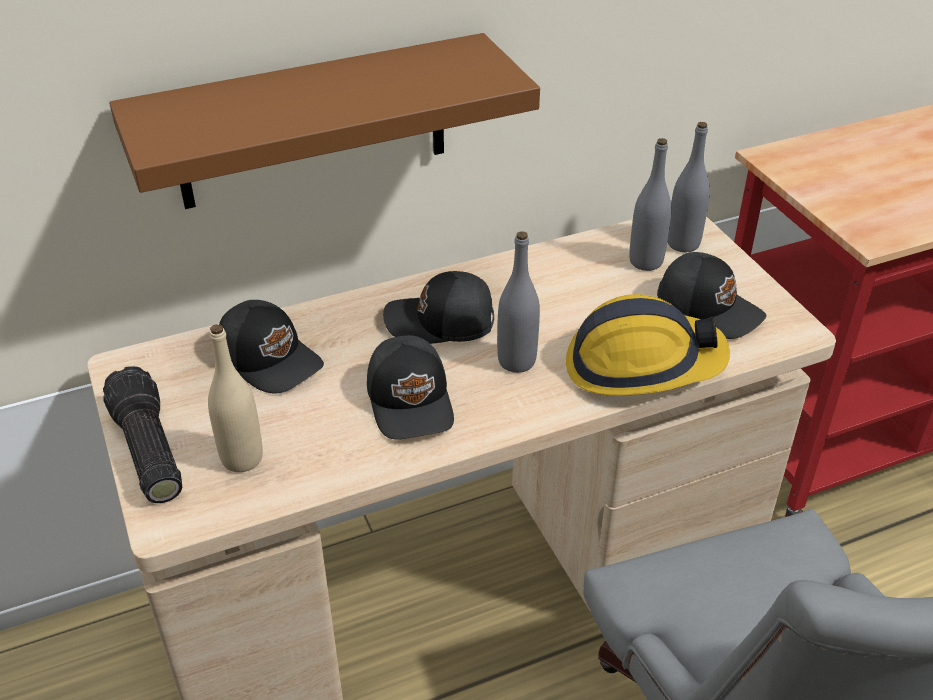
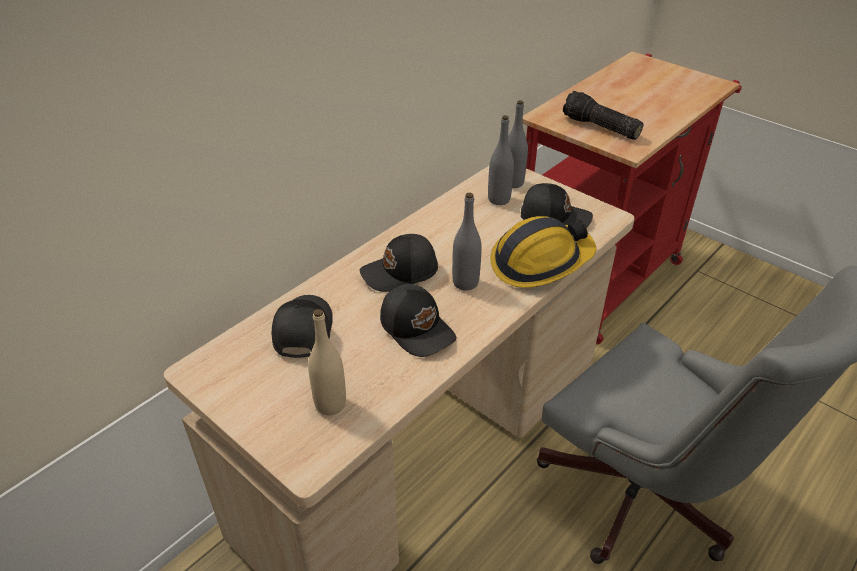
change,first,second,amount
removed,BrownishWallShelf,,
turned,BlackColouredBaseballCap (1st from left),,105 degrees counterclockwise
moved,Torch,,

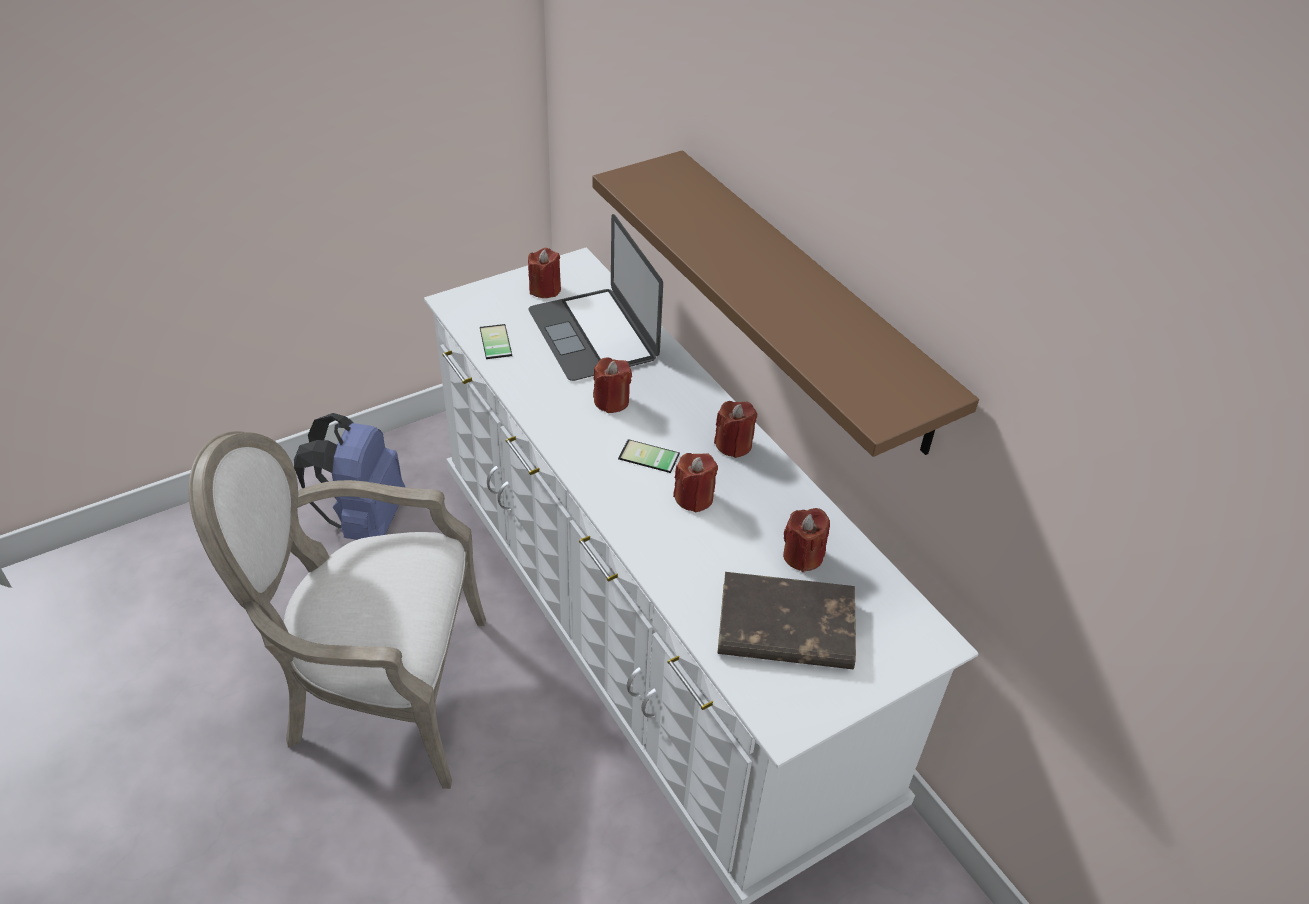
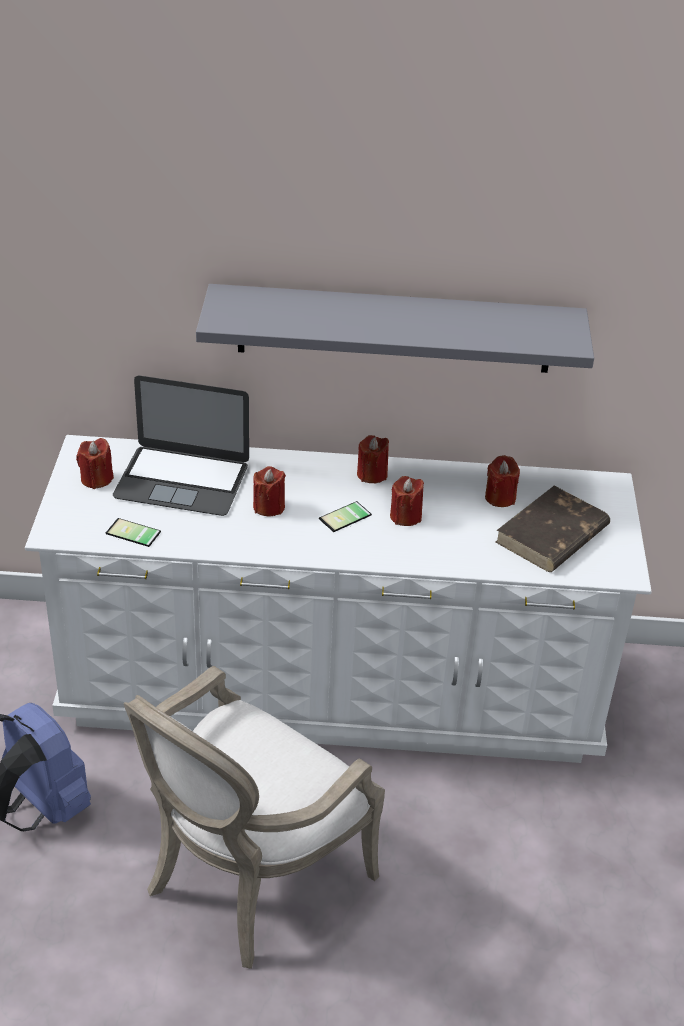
change,first,second,amount
recoloured,BrownishWallShelf,GreyishWallShelf,

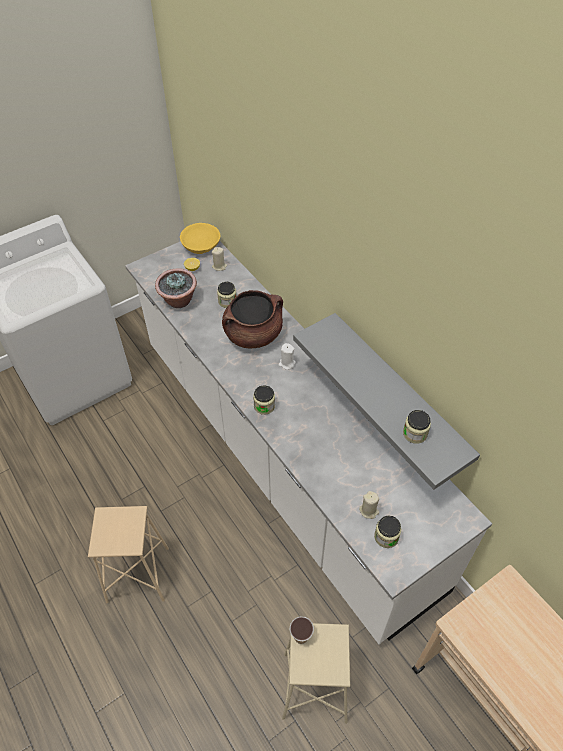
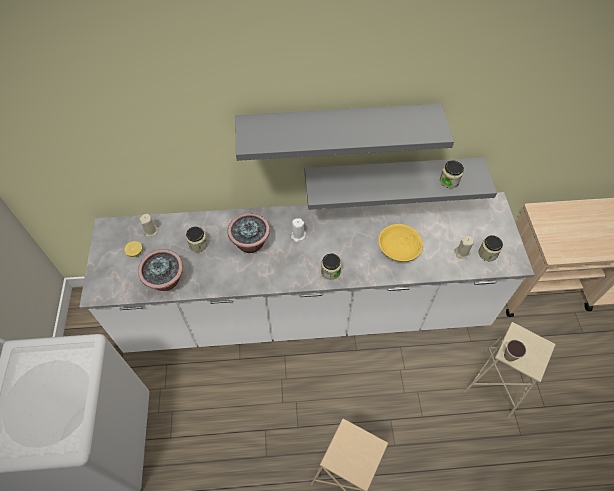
change,first,second,amount
moved,YellowBowl,,
replaced,BrownishSaucepot,PlantInAPot (2nd from left),
added,,GreyishWallShelf (1st from left),

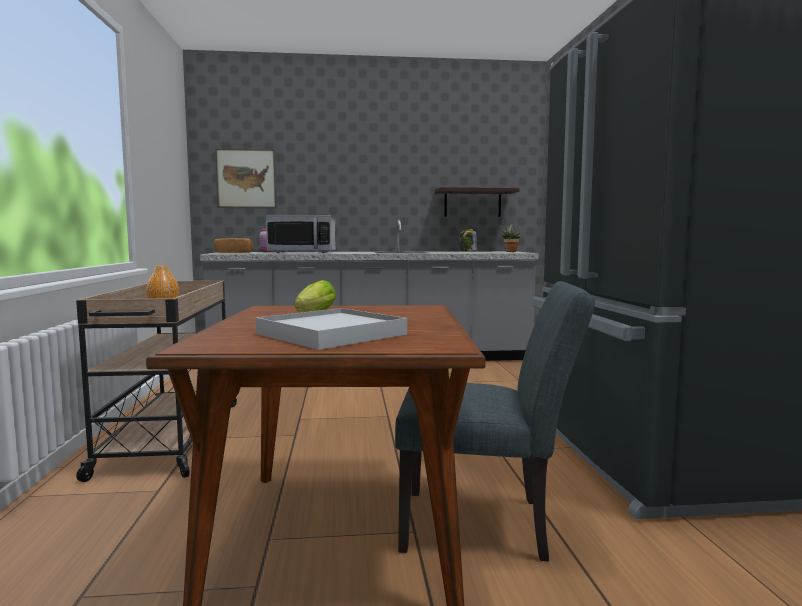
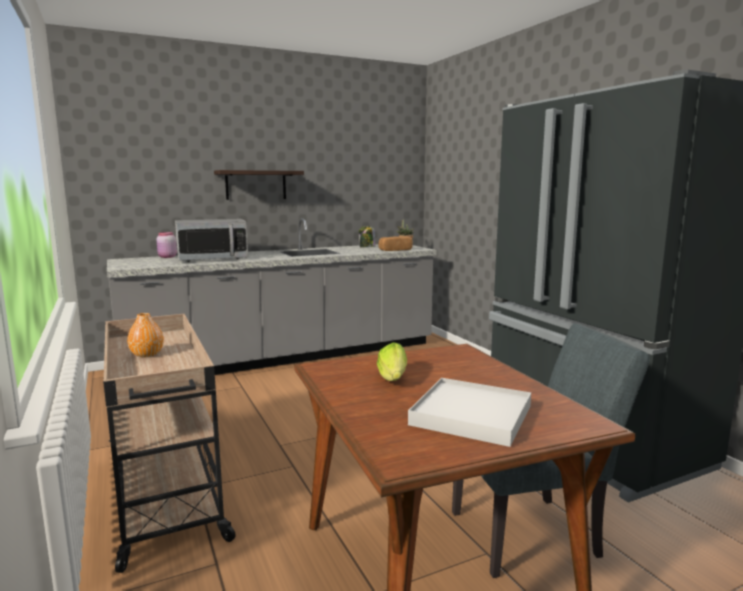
change,first,second,amount
removed,WallPicture,,
moved,WallShelf,,
moved,Bread,,

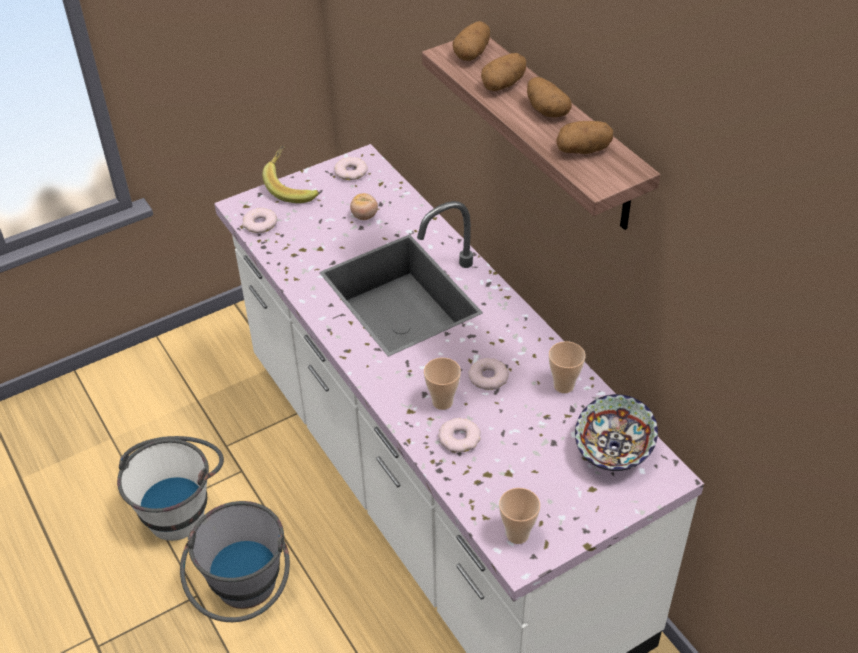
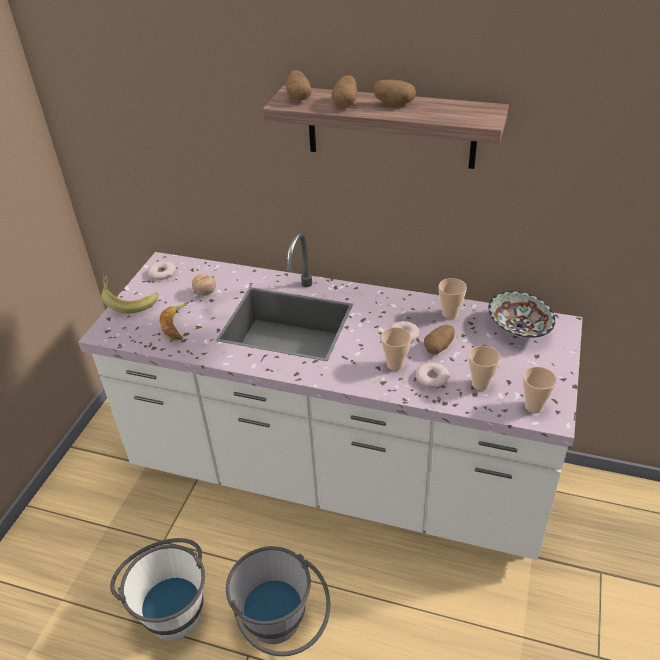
change,first,second,amount
moved,WholePotato (4th from left),,
removed,Donut (1st from left),,
added,,WholeBanana (2nd from left),
added,,Cup (3rd from left),

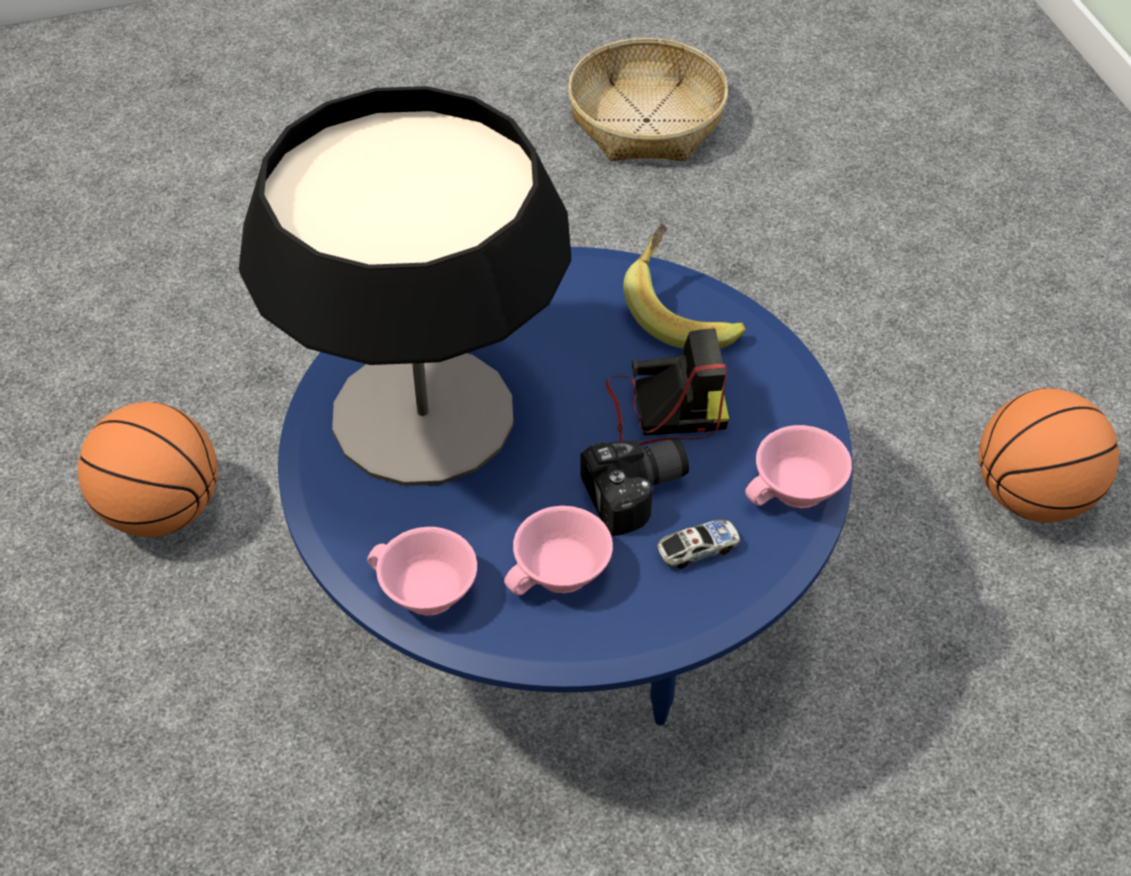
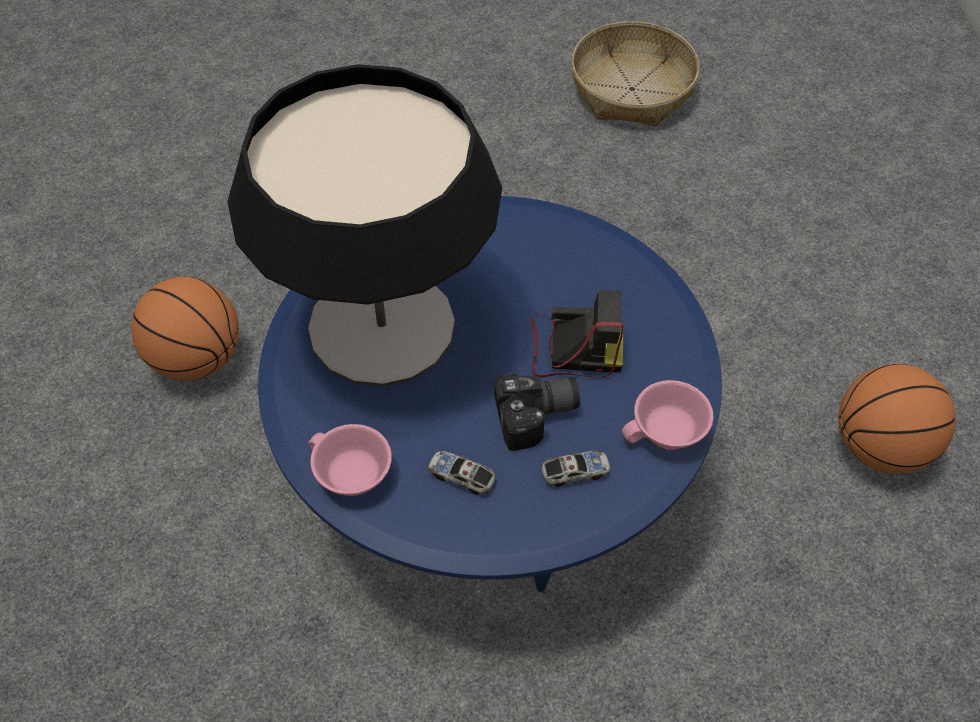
change,first,second,amount
removed,WholeBanana,,
replaced,PinkishCup (2nd from left),MiniatureCar (1st from left),

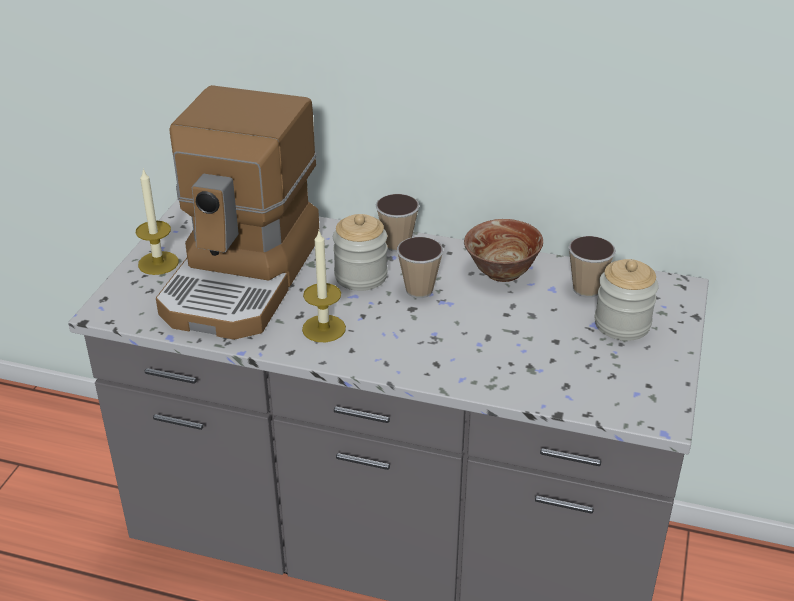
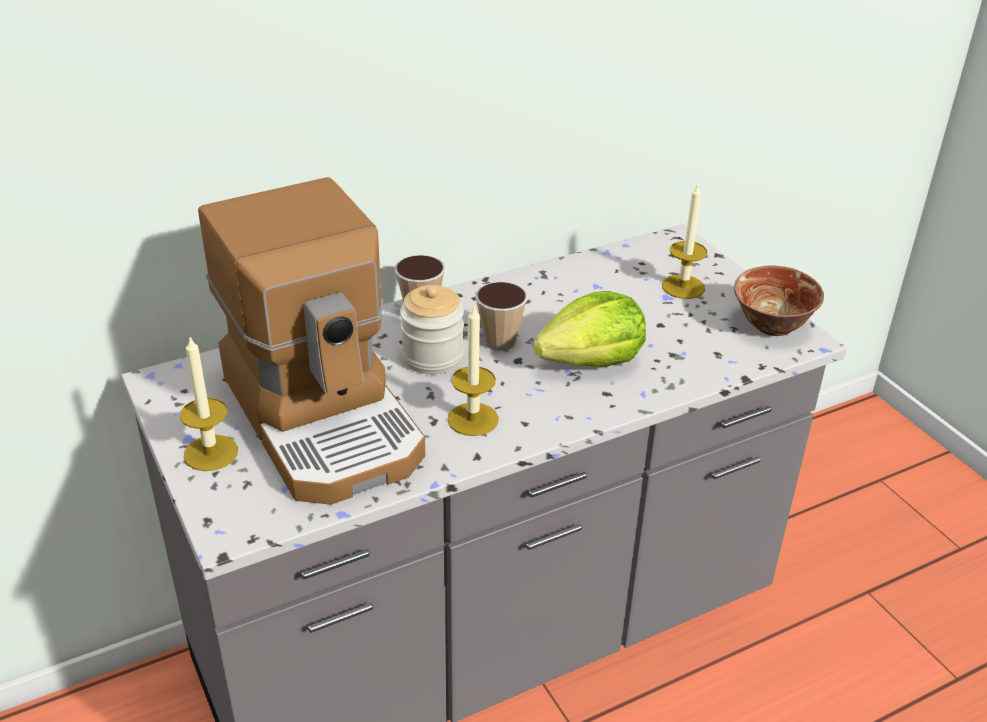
change,first,second,amount
moved,Bowl,,
removed,Cup (3rd from left),,
replaced,Jar (2nd from left),Candle (3rd from left),
added,,LettuceHead,

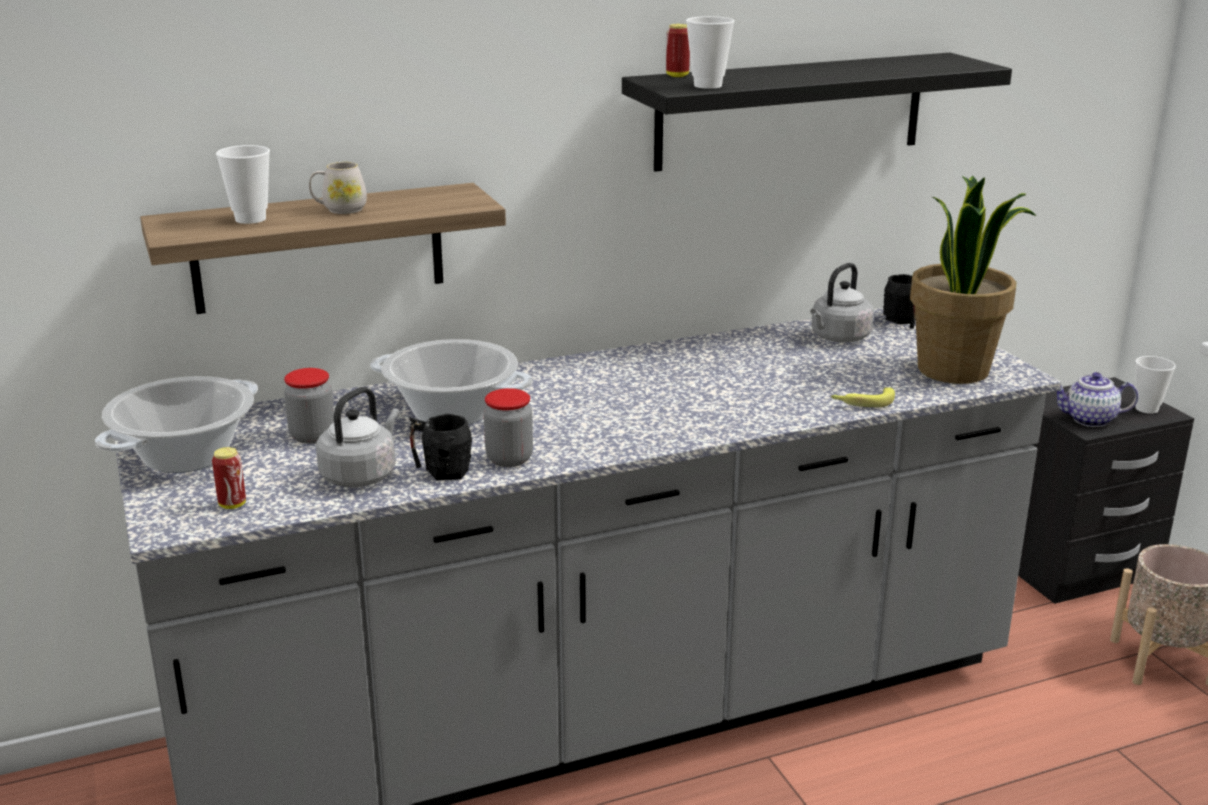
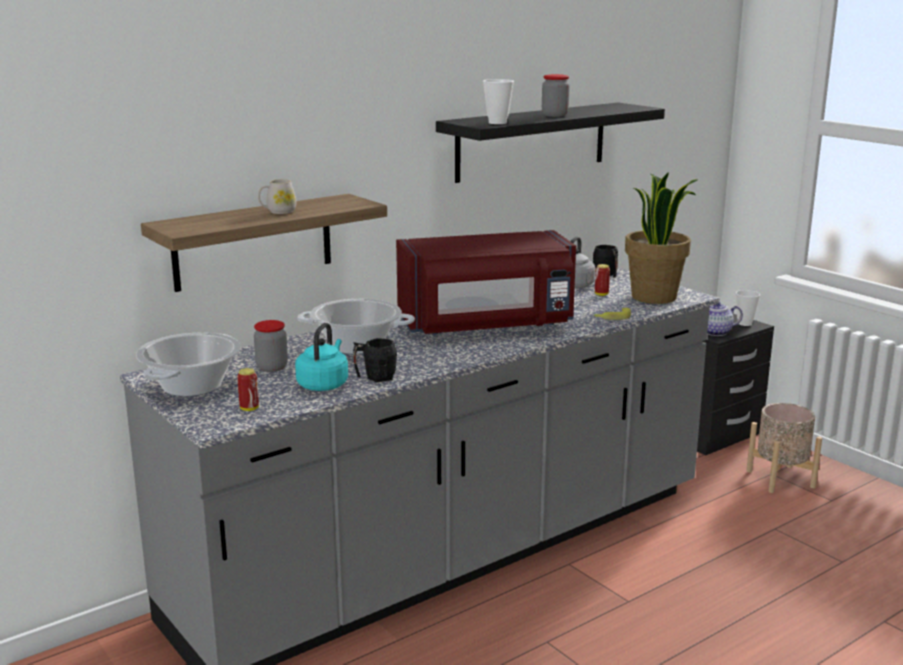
change,first,second,amount
moved,Can (2nd from left),,
removed,Cup (1st from left),,
recoloured,GreyishTeaKettle (1st from left),BlueGreenTeaKettle,
moved,Jar (2nd from left),,
added,,RedColouredMicrowave,

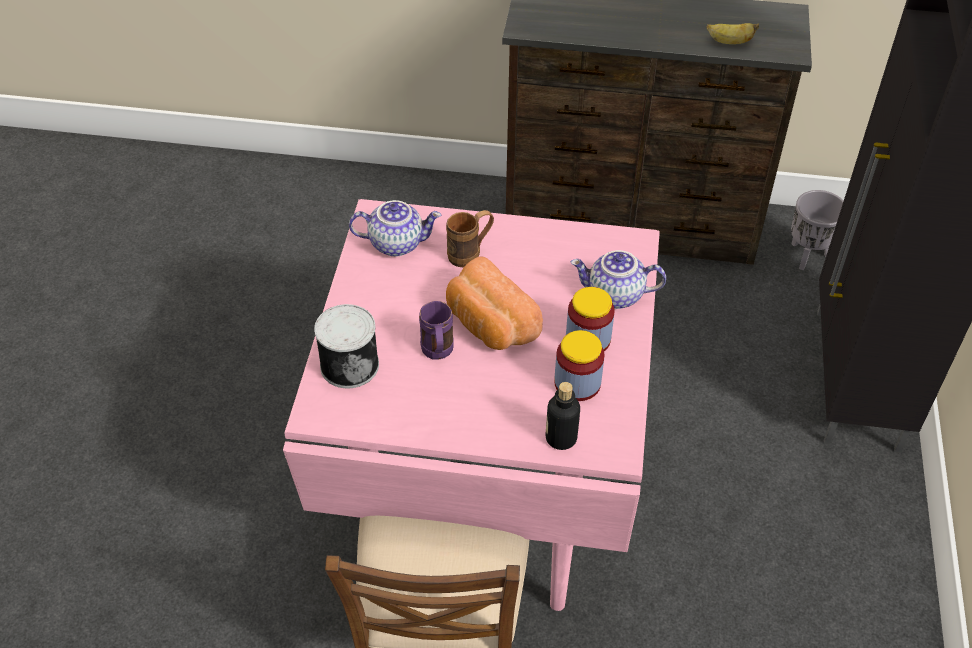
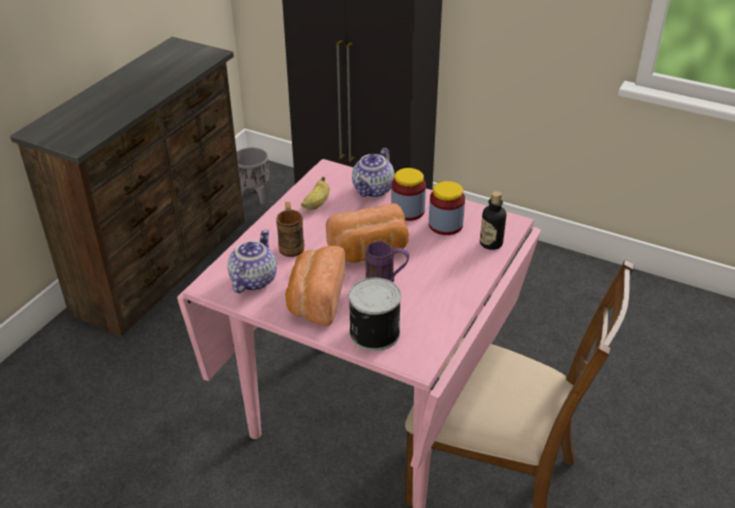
change,first,second,amount
moved,WholeBanana,,
added,,Bread (1st from left),

